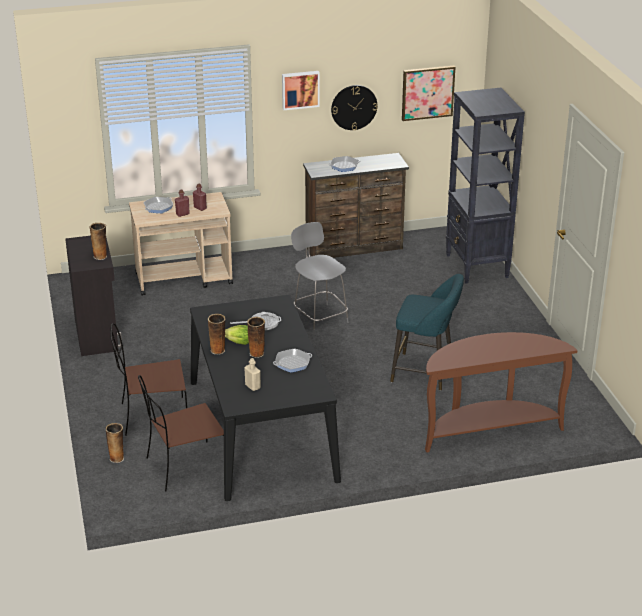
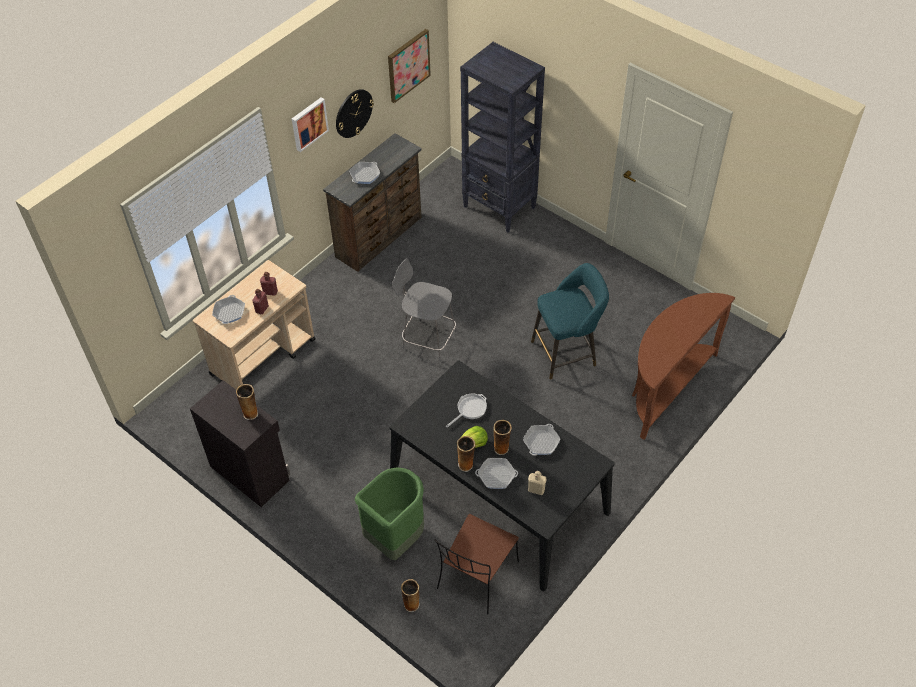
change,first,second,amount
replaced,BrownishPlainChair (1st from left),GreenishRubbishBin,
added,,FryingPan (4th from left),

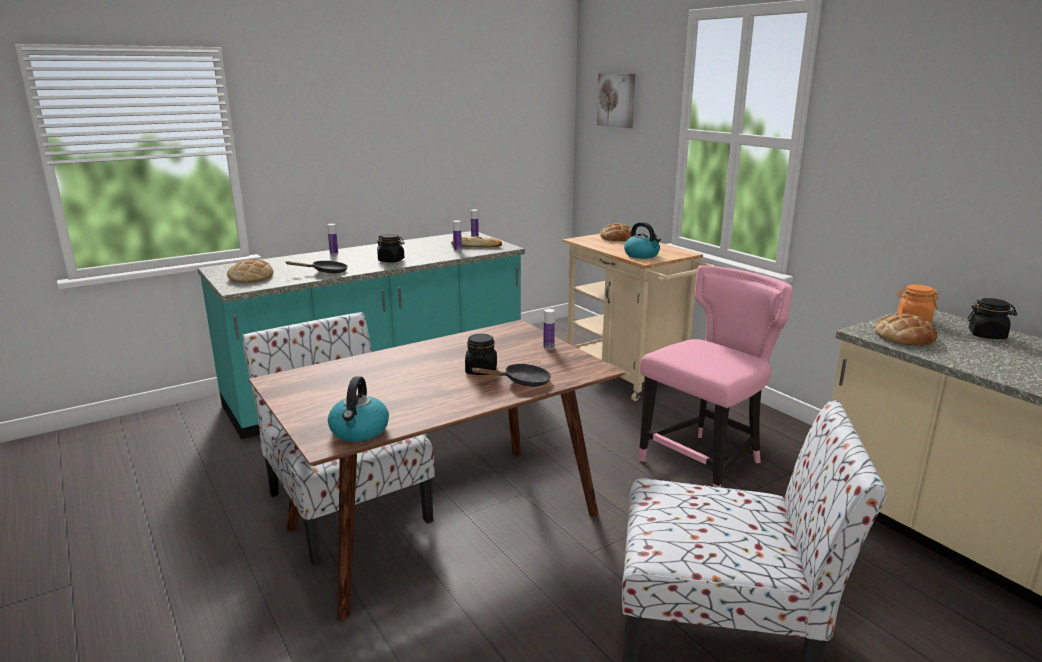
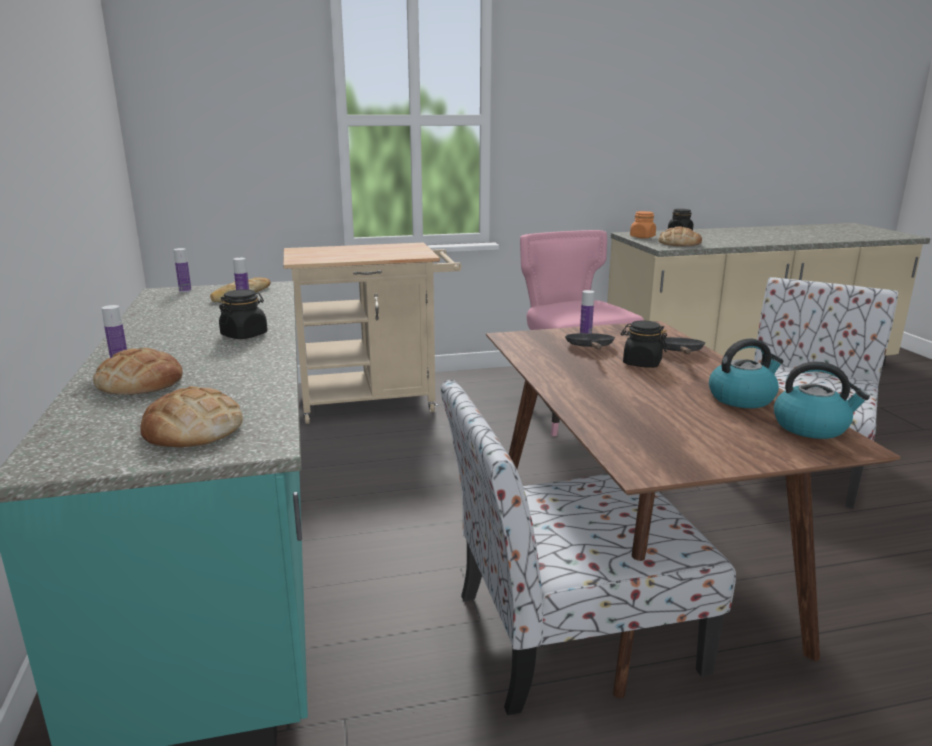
change,first,second,amount
removed,WallPicture,,
moved,TeaKettle (2nd from left in the first image),TeaKettle (1st from left),
moved,Bread (3rd from left in the first image),Bread (1st from left),
moved,BlackColouredFryingPan (1st from left),,

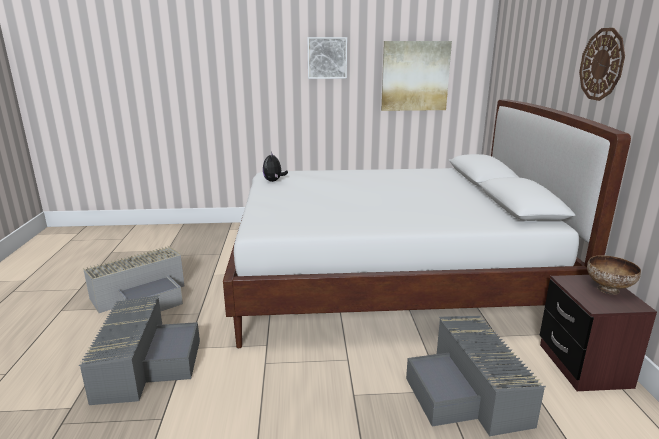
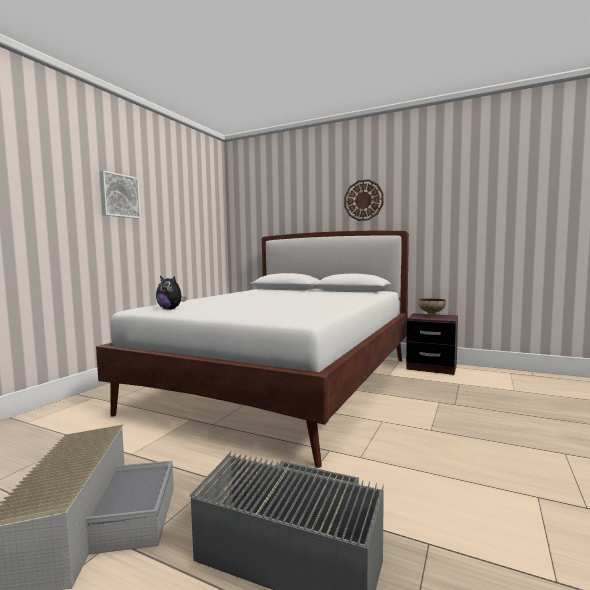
change,first,second,amount
removed,WallPicture (2nd from left),,
removed,GreyishStorageContainer (3rd from left),,

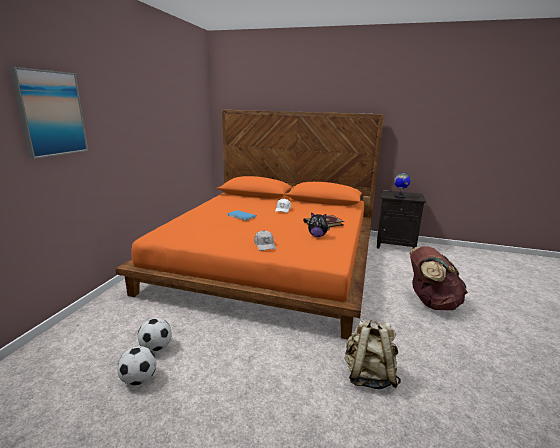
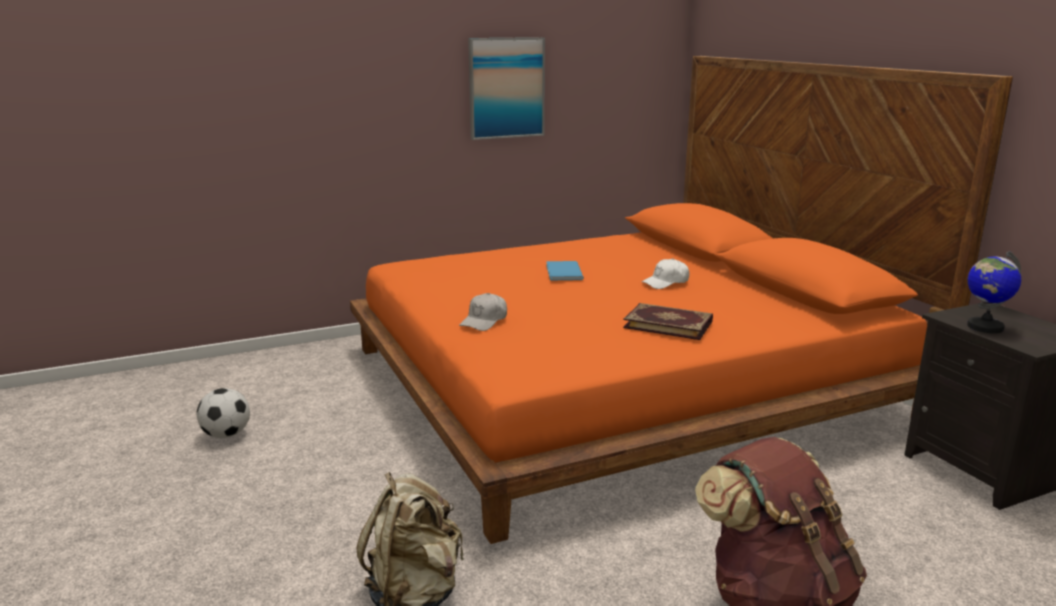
change,first,second,amount
moved,WallPicture,,
removed,SoftToy,,
removed,Football (2nd from left),,

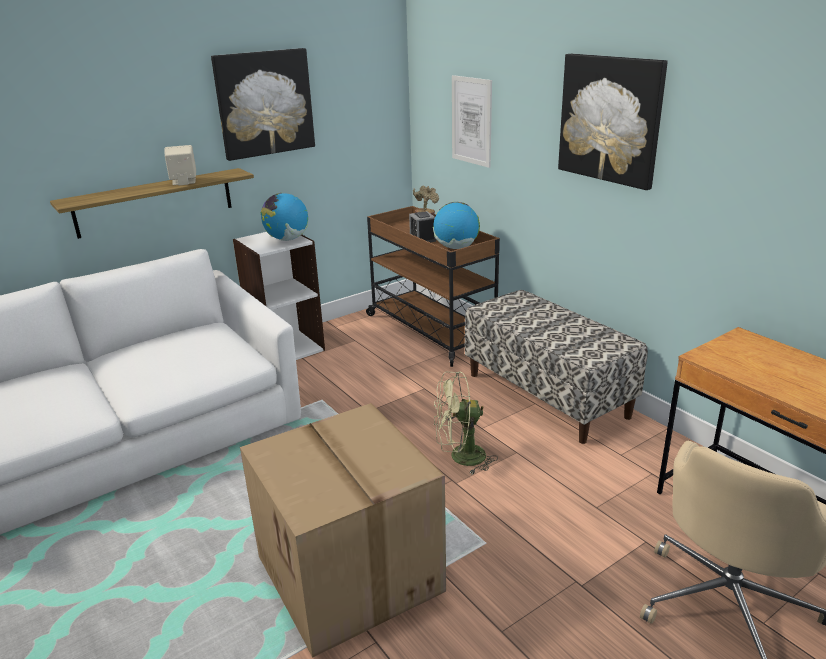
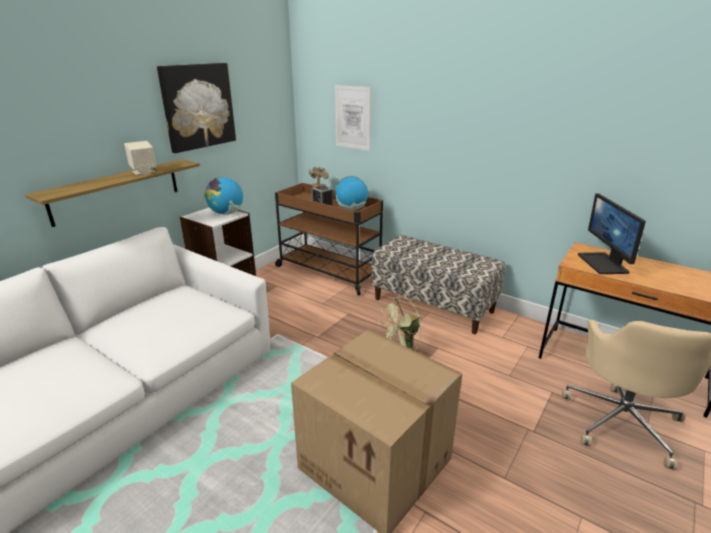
change,first,second,amount
removed,WallPicture (3rd from left),,
added,,ComputerDisplay,

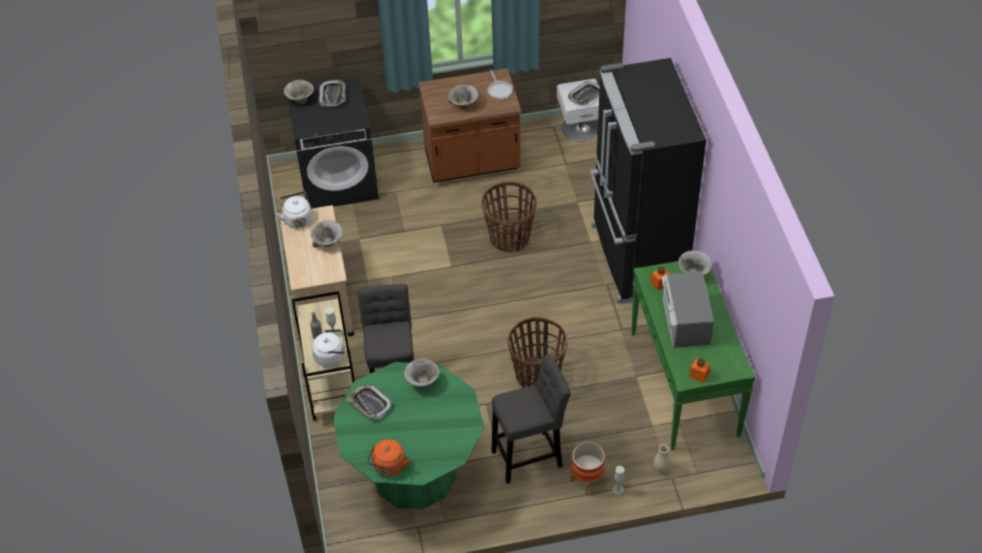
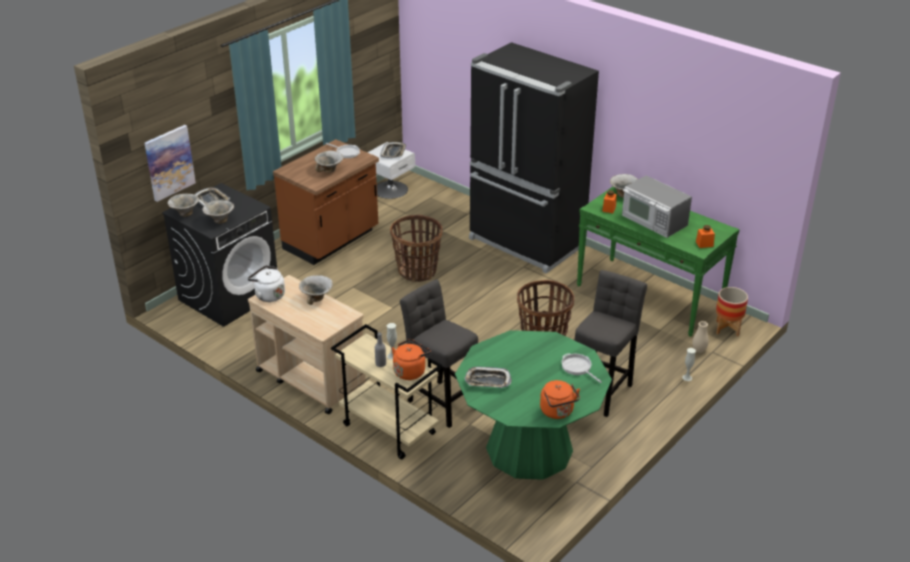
change,first,second,amount
recoloured,WhitishTeaKettle (2nd from left),OrangeColouredTeaKettle (1st from left),
moved,Bowl (3rd from left in the first image),Bowl (2nd from left),
moved,FlowerPot,,
added,,WallPicture,
added,,FryingPan (2nd from left),

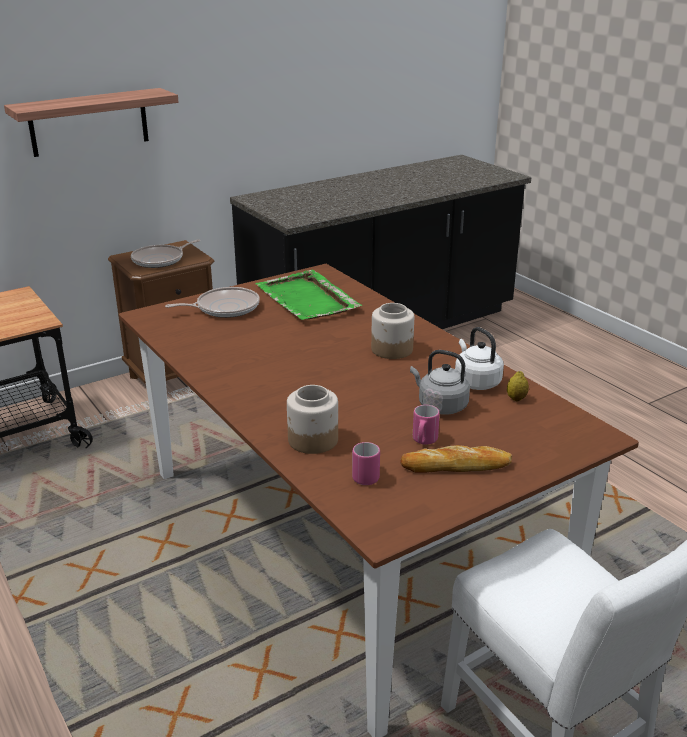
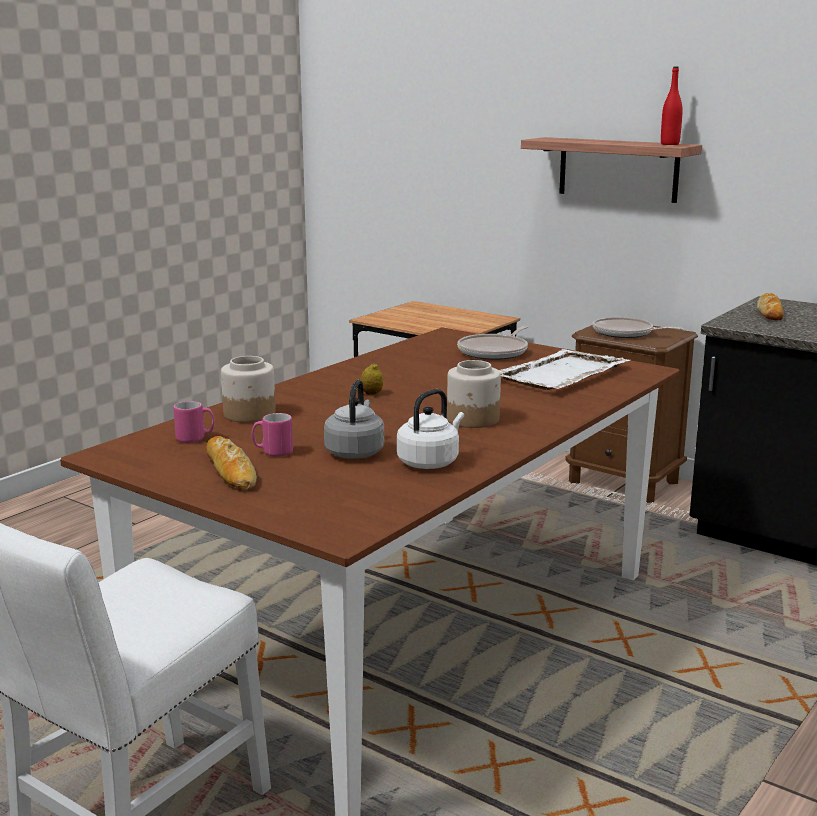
change,first,second,amount
recoloured,GreenishTray,WhitishTray,
turned,FryingPan (2nd from left in the first image),FryingPan (1st from left),75 degrees clockwise
moved,CitrusFruit,,
added,,RedColouredBeverageBottle,
added,,Bread (2nd from left),

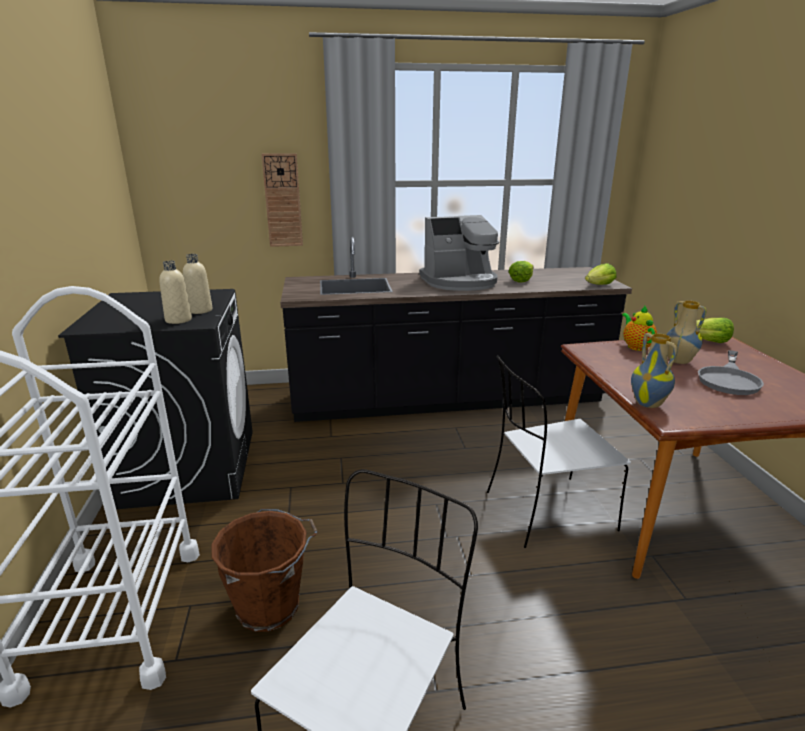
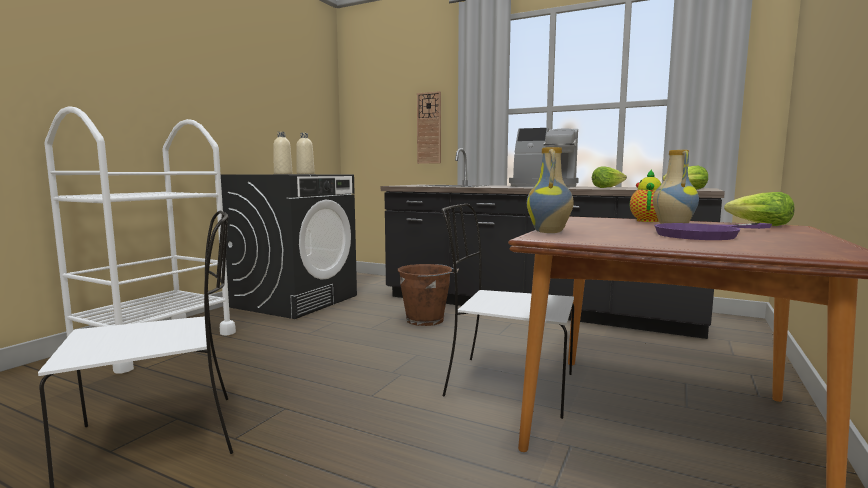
change,first,second,amount
recoloured,GreyishFryingPan,PurpleColouredFryingPan,
moved,BrownishWaterBucket,,

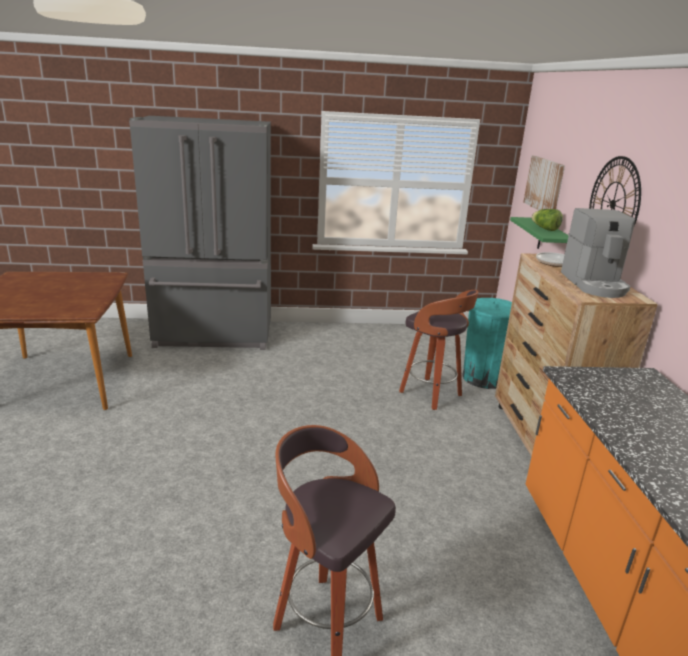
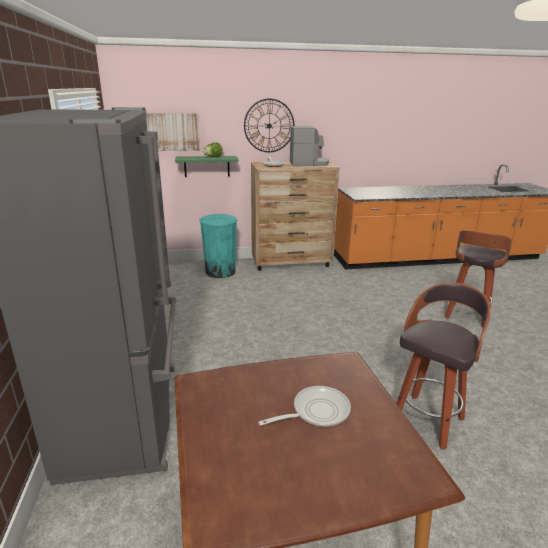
change,first,second,amount
moved,Stool (2nd from left in the first image),Stool (1st from left),
added,,FryingPan (2nd from left),

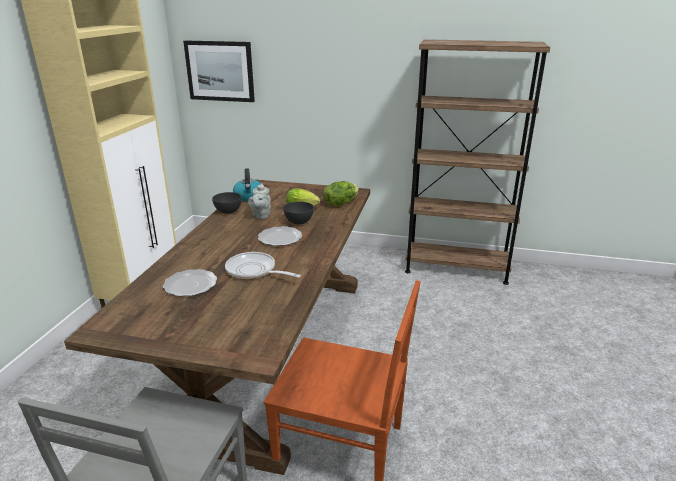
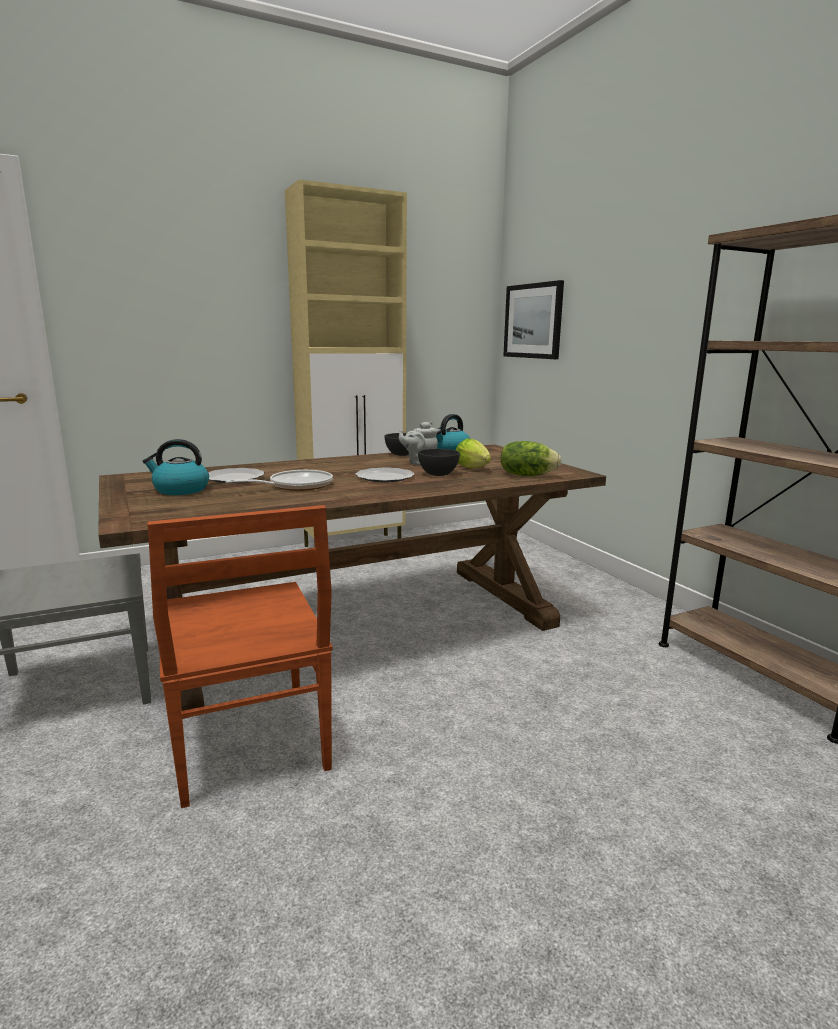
change,first,second,amount
turned,FryingPan,,60 degrees clockwise
added,,TeaKettle (1st from left),

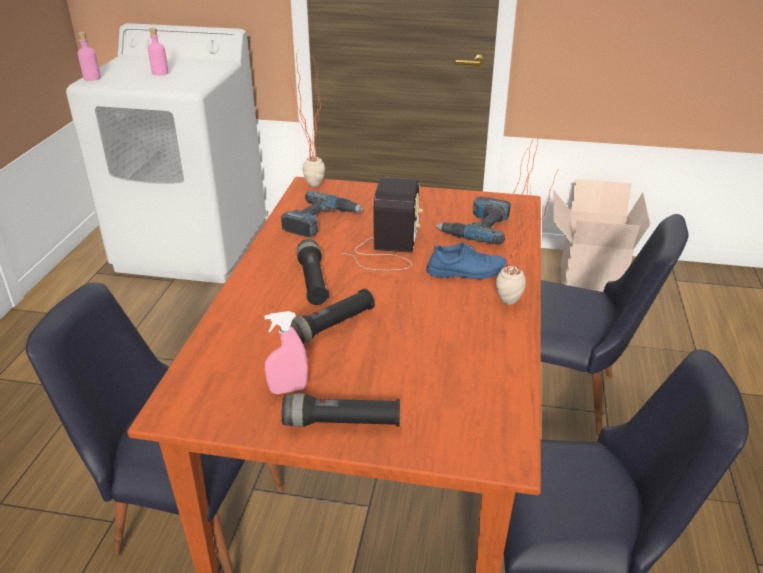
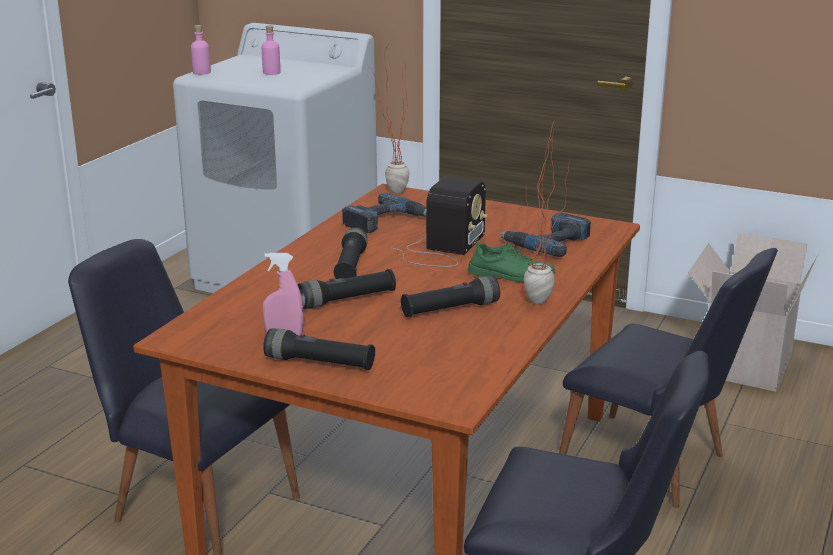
change,first,second,amount
recoloured,BlueItemOfFootwear,GreenishItemOfFootwear,
added,,BlackColouredTorch (4th from left),

